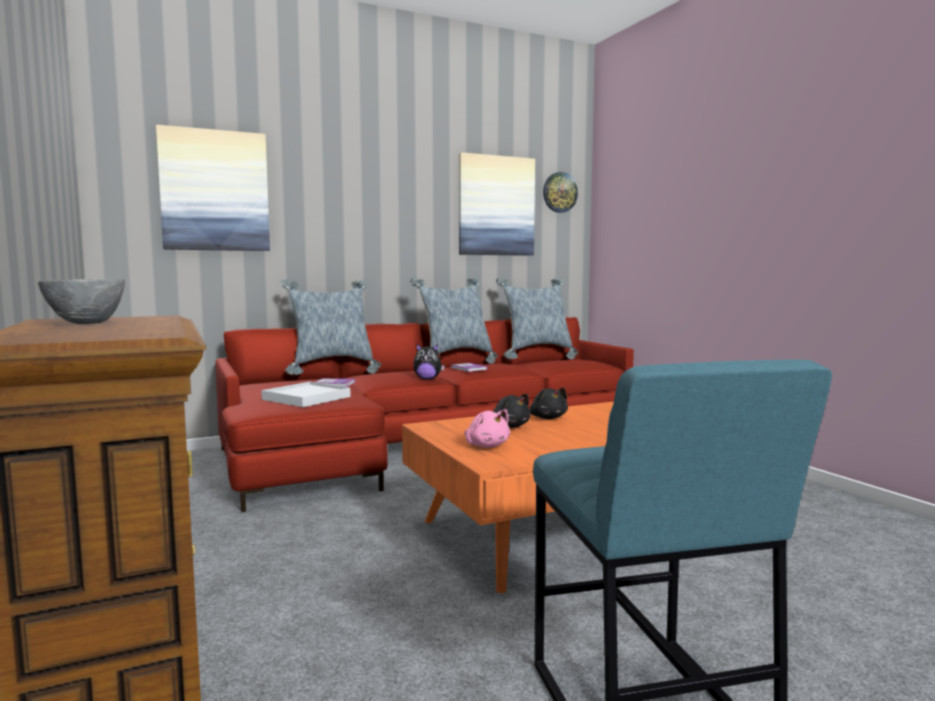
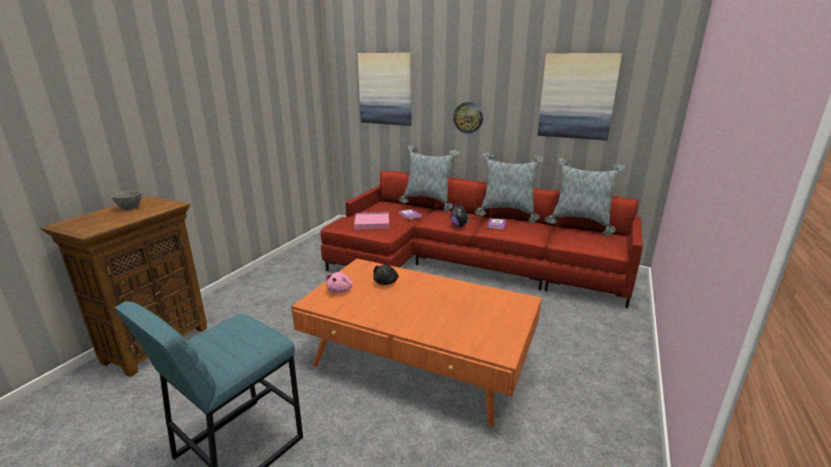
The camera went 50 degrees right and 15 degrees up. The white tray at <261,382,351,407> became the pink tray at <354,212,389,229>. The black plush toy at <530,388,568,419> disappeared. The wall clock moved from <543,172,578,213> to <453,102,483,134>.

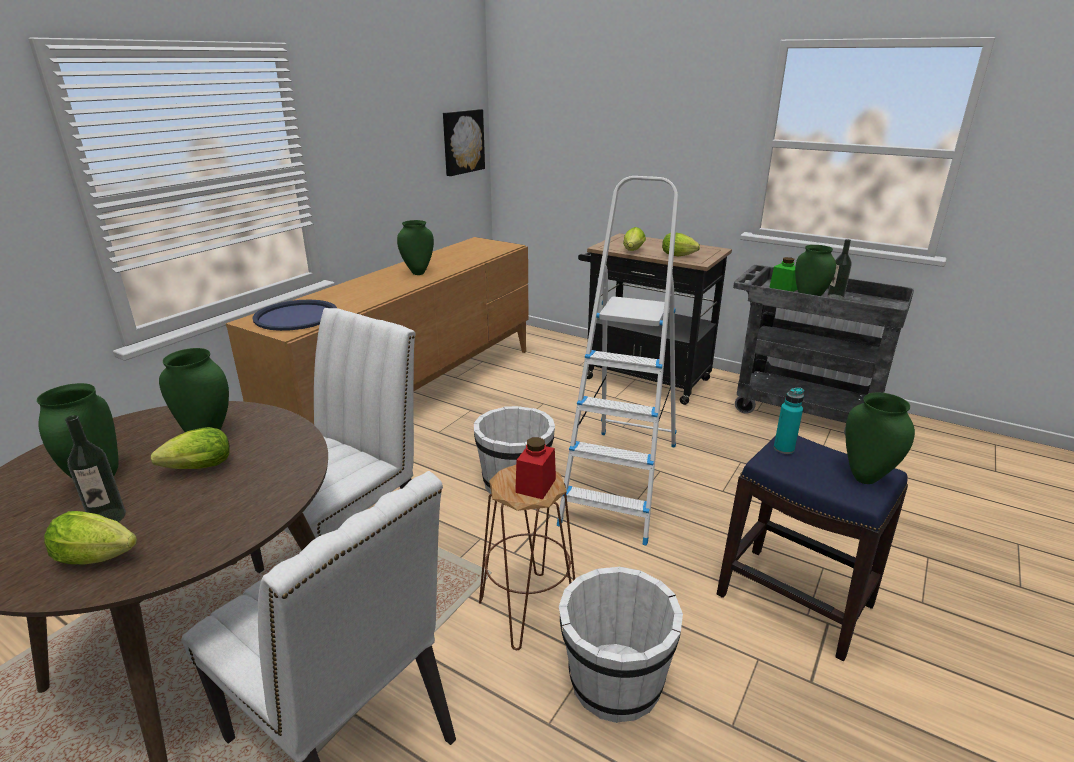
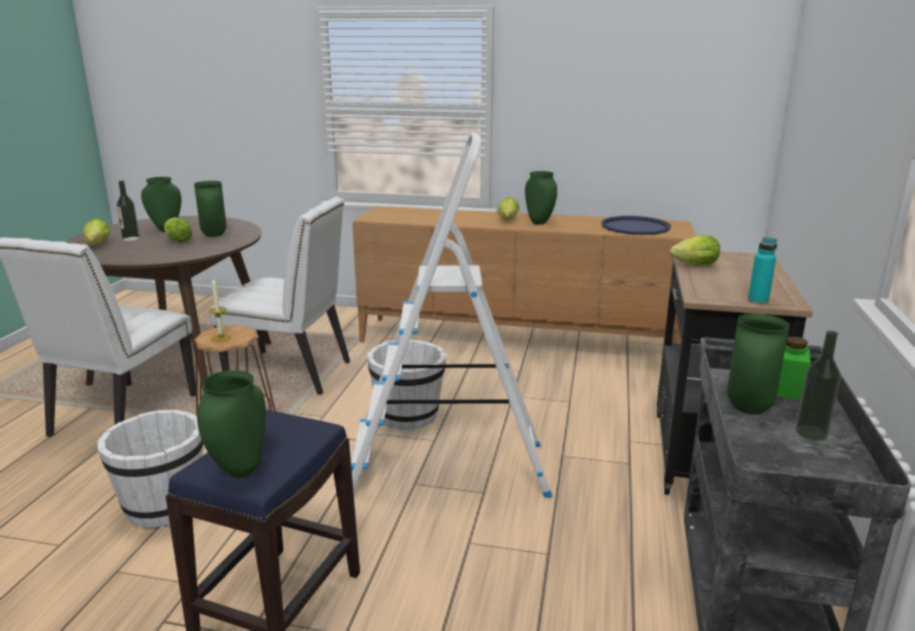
The camera went 70 degrees right and 5 degrees down. The blue tray moved from <252,300,337,331> to <601,216,671,235>. The picture at <443,109,485,176> disappeared. The red jar at <515,437,556,499> was replaced by the candle at <209,279,231,342>. The lettuce moved from <662,233,700,256> to <498,197,520,220>. The turquoise bottle moved from <774,387,804,454> to <748,237,777,304>.

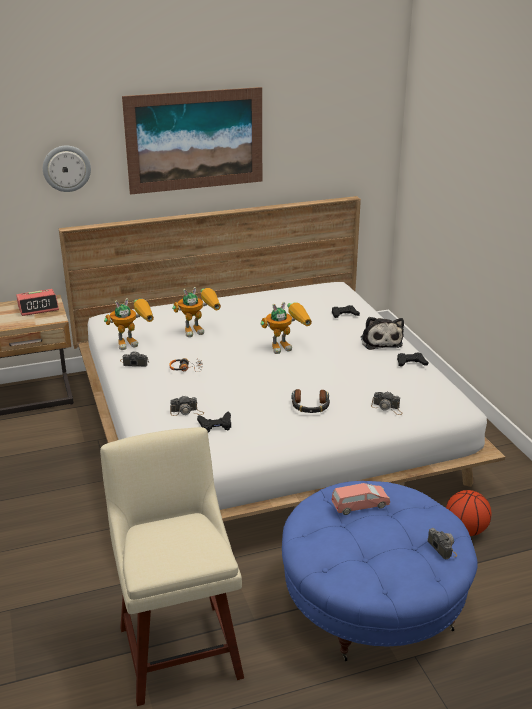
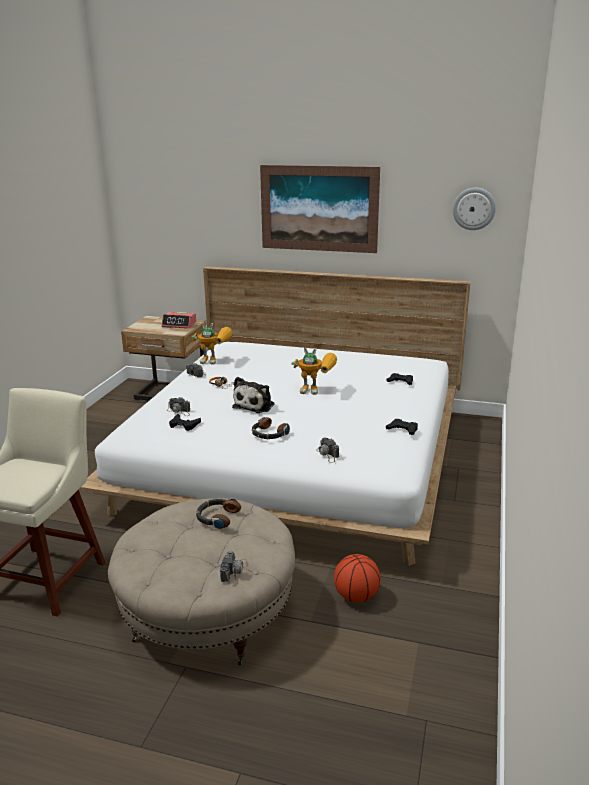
The camera went 35 degrees right and 5 degrees down. The wall clock moved from <43,146,91,192> to <453,188,496,230>. The toy robot at <172,287,221,337> disappeared. The blue ottoman at <282,481,478,661> became the beige ottoman at <108,498,295,665>. The pink toy car at <331,483,390,515> was replaced by the headphones at <196,498,241,529>. The plush toy moved from <361,317,404,350> to <232,377,275,413>.

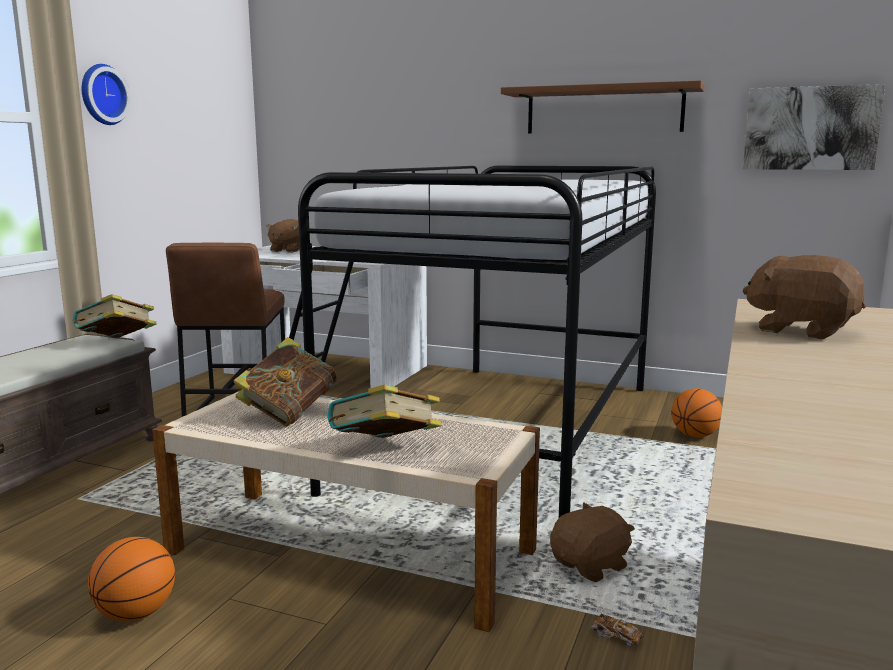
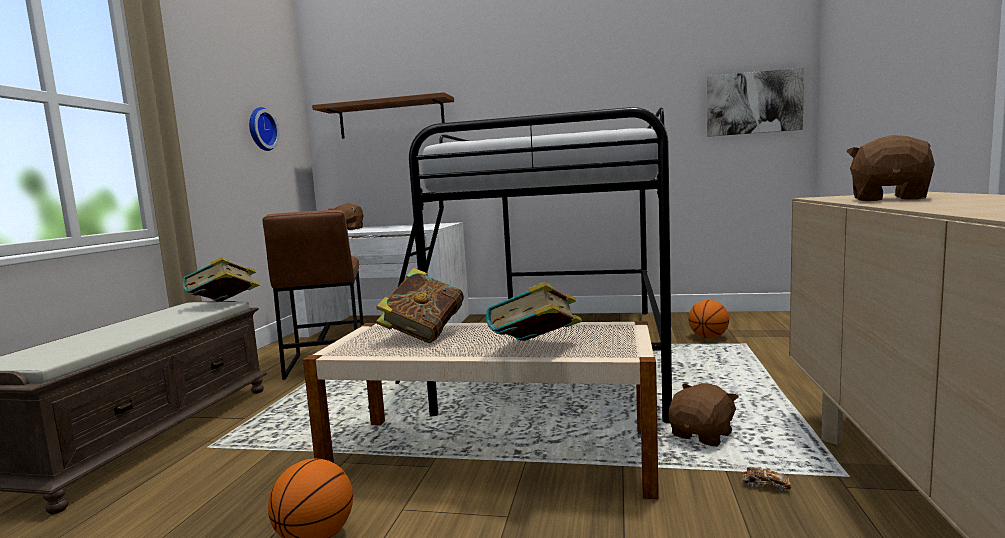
The camera went 10 degrees left and 5 degrees down. The wall clock moved from <82,64,131,125> to <249,107,280,151>. The brown shelf moved from <501,80,705,134> to <312,92,454,139>. The brown plush toy at <743,255,866,339> turned 90 degrees clockwise.

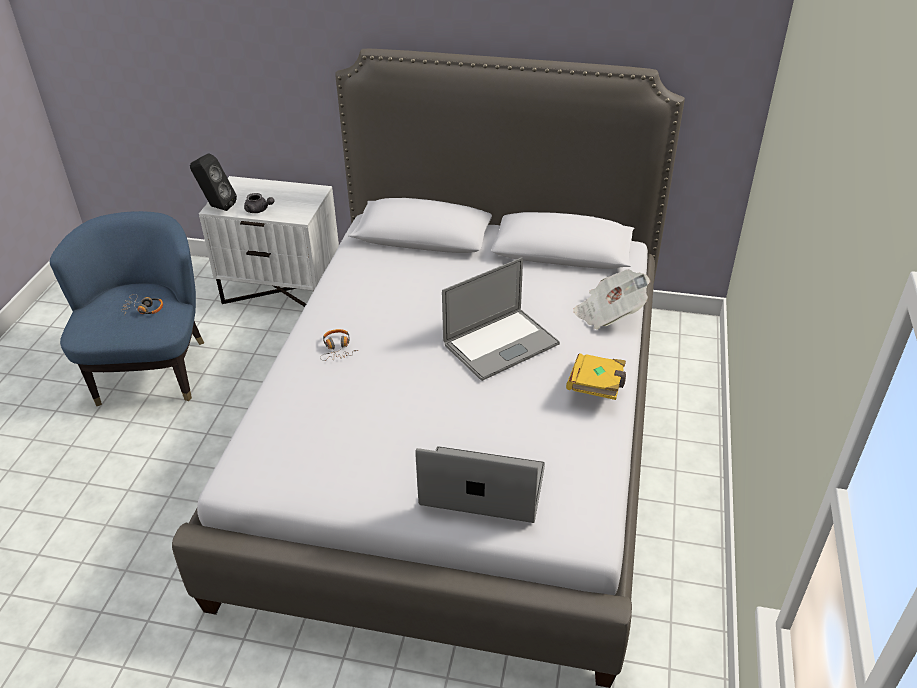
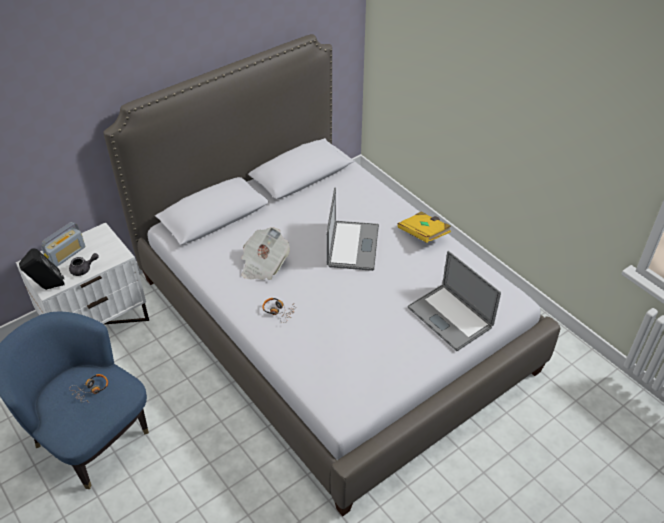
The camera went 50 degrees left and 5 degrees up. The laptop at <415,446,545,523> turned 90 degrees counterclockwise. The newspaper moved from <573,269,651,330> to <241,227,290,280>. The radio at <41,222,85,267> appeared.

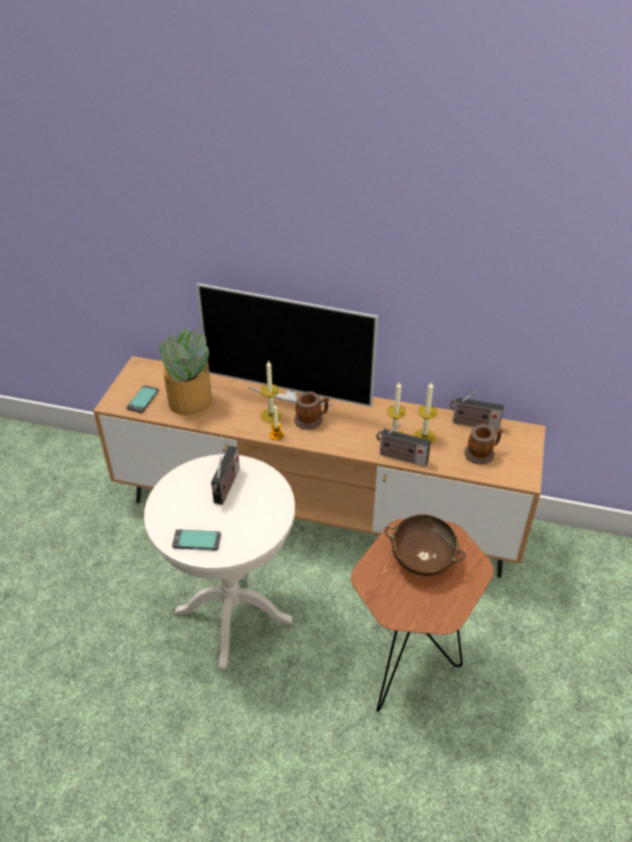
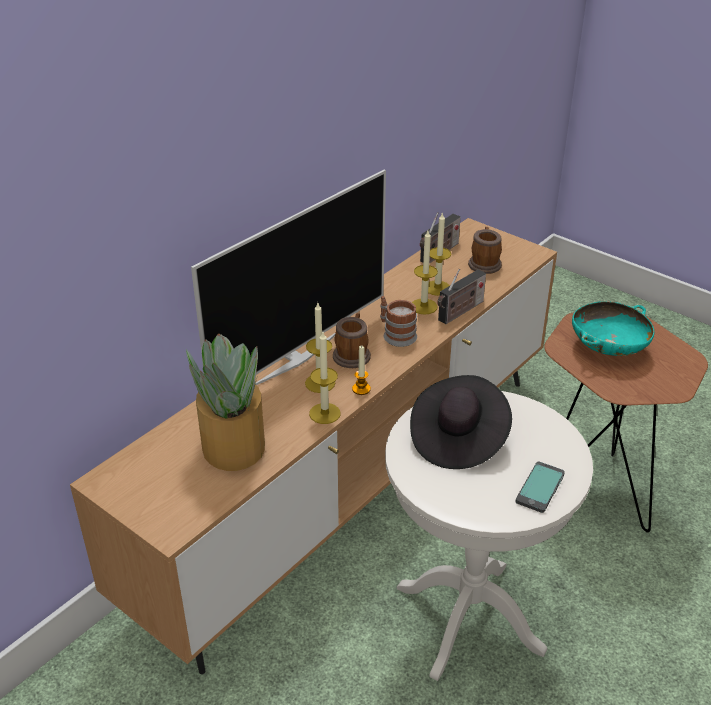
The camera went 65 degrees left and 5 degrees down. The phone at <127,385,159,413> disappeared. The radio at <211,446,240,505> was replaced by the black hat at <410,375,512,469>. The brown bowl at <385,514,466,576> became the turquoise bowl at <572,301,654,356>. The candle at <309,332,341,424> appeared. The mug at <380,296,417,347> appeared.

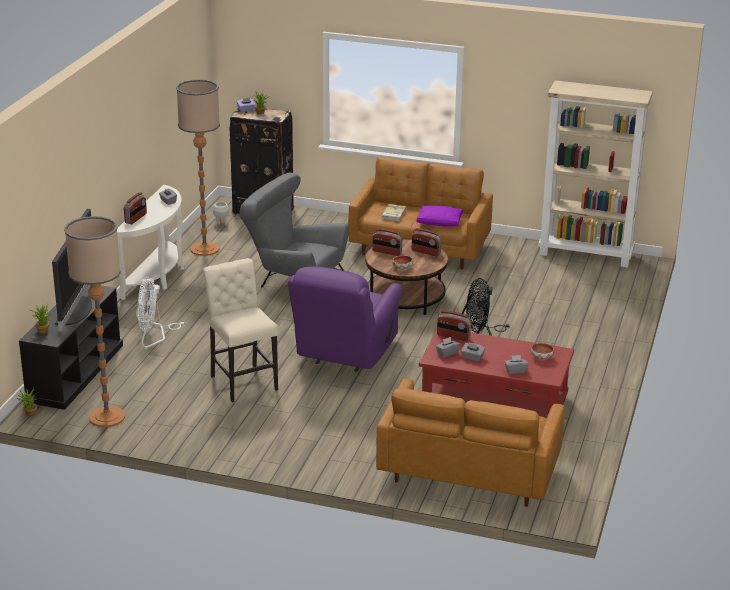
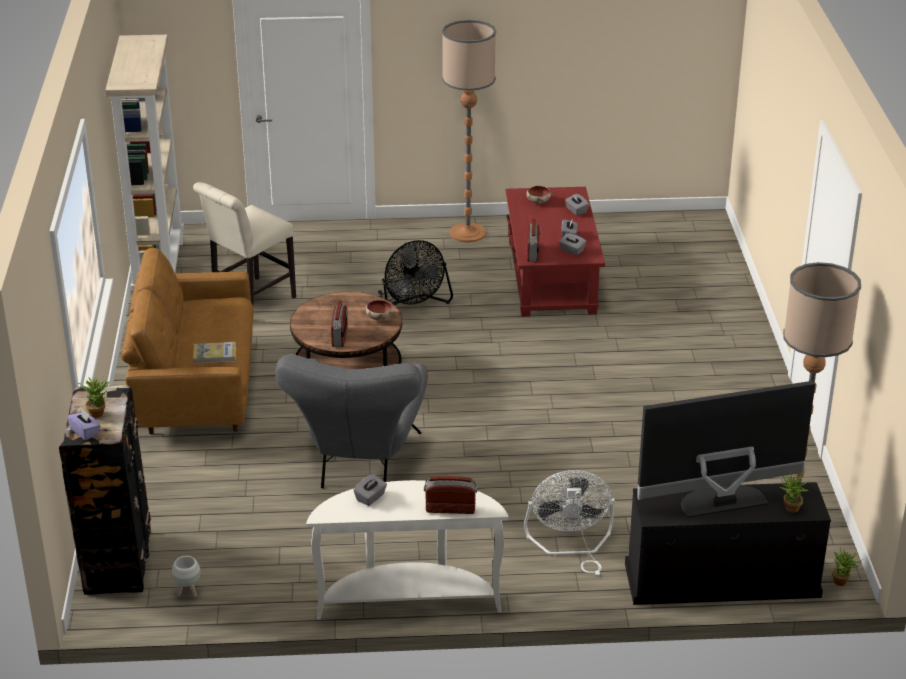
The camera went 110 degrees left and 5 degrees up. The white fan at <136,277,185,350> turned 150 degrees counterclockwise. The floor lamp moved from <176,79,220,256> to <442,20,496,243>. The beige stool moved from <203,258,278,402> to <193,182,296,305>. The purple armchair at <288,267,403,372> disappeared. The brown sofa at <376,378,565,507> disappeared. The radio at <412,228,442,256> disappeared. The purple pillow at <417,205,463,226> disappeared.

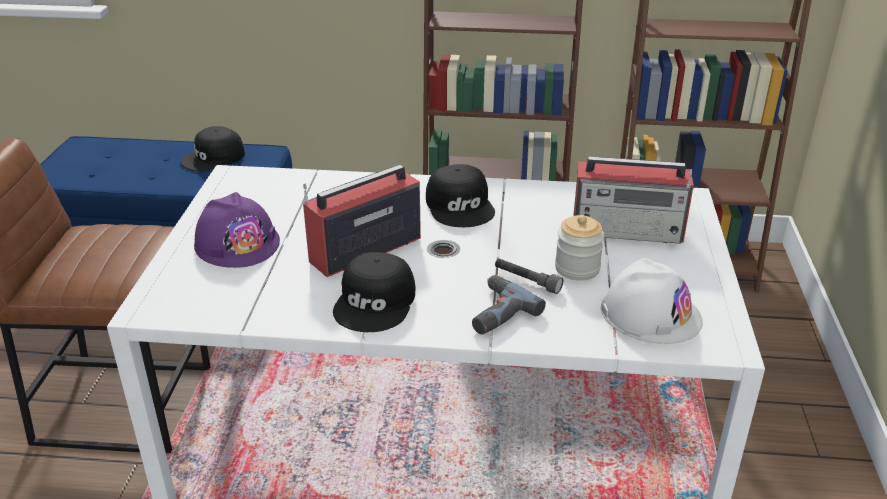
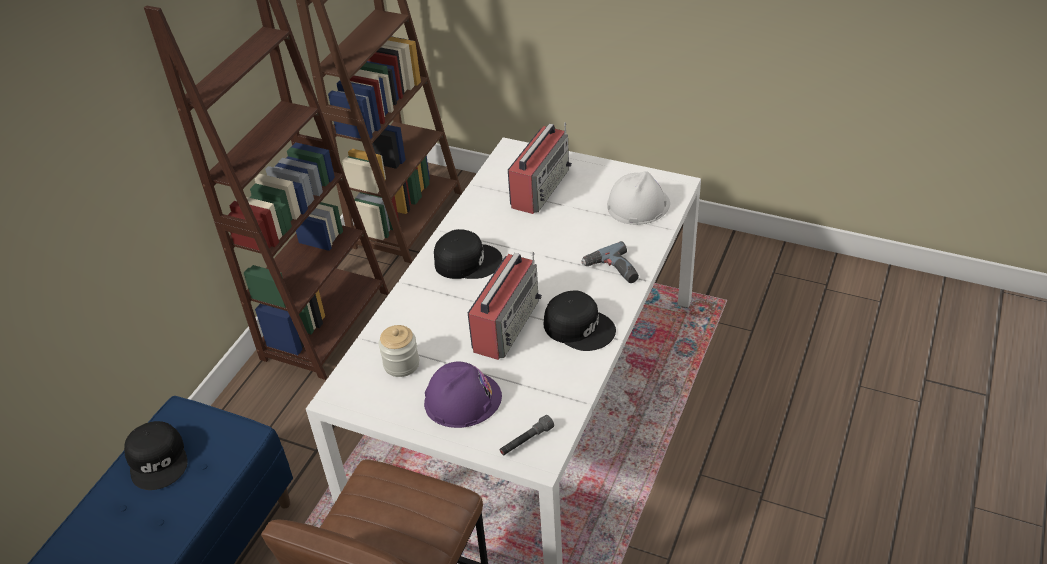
The camera went 70 degrees left and 10 degrees up. The radio at <303,165,421,277> turned 135 degrees counterclockwise. The grey flashlight moved from <495,258,563,294> to <500,415,554,455>. The jar moved from <555,215,604,281> to <379,325,419,377>.

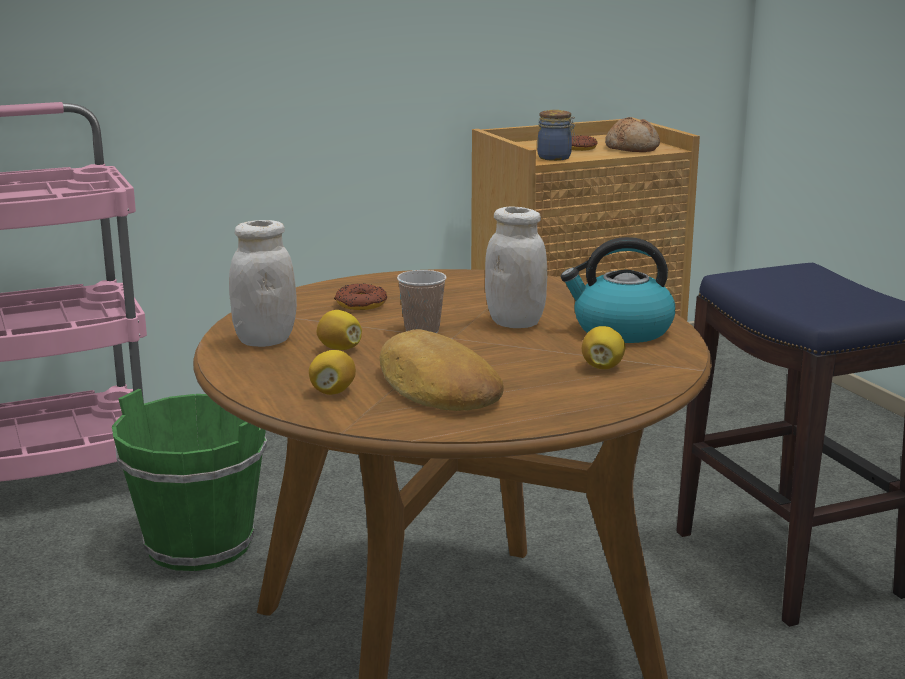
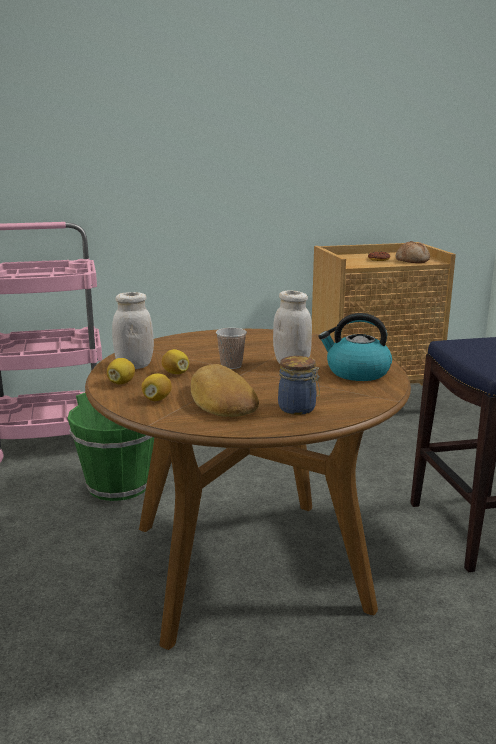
The camera went 10 degrees right and 0 degrees up. The donut at <334,283,387,310> disappeared. The jar moved from <537,110,576,161> to <278,356,320,415>. The lemon moved from <582,326,625,369> to <107,358,135,384>.

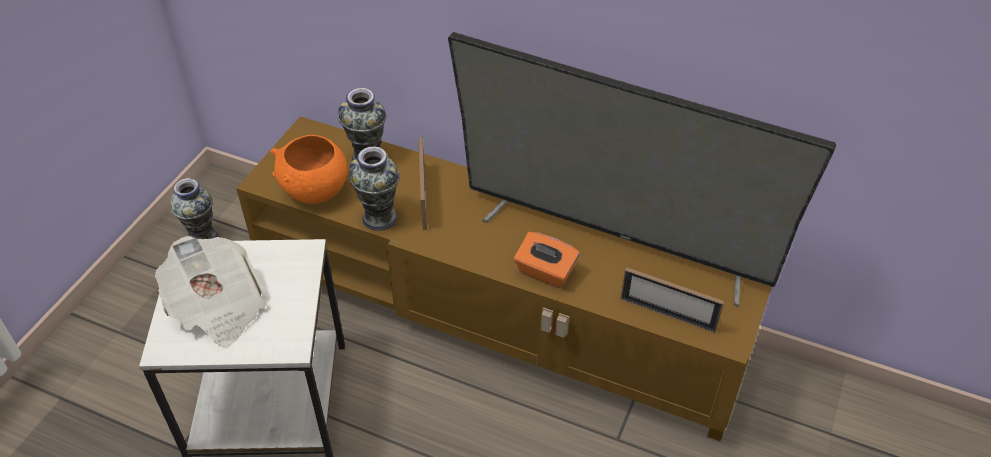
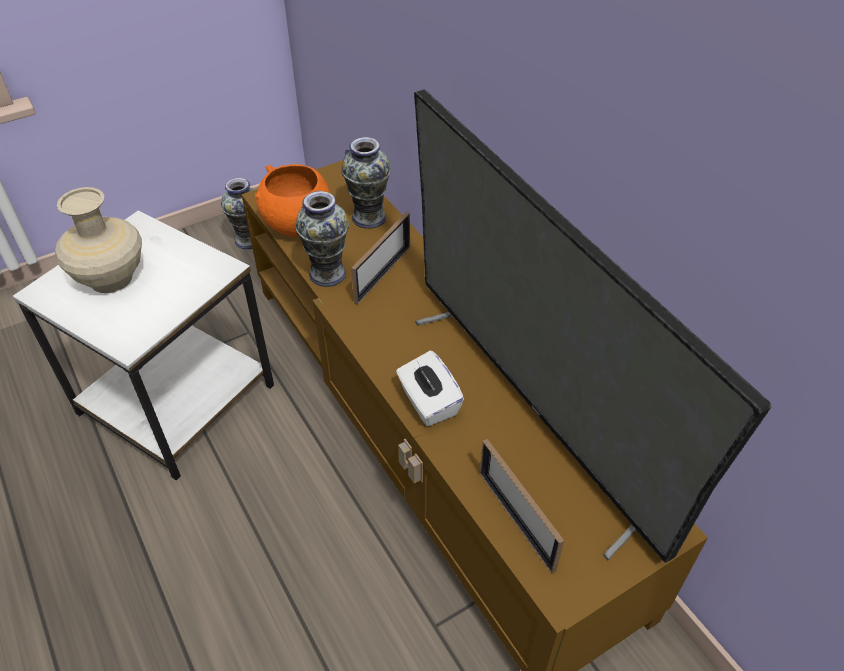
The camera went 35 degrees right and 0 degrees up. The newspaper at <155,236,267,347> was replaced by the beige vase at <55,187,142,293>. The orange tissue box at <514,232,580,288> became the white tissue box at <396,351,464,427>.

